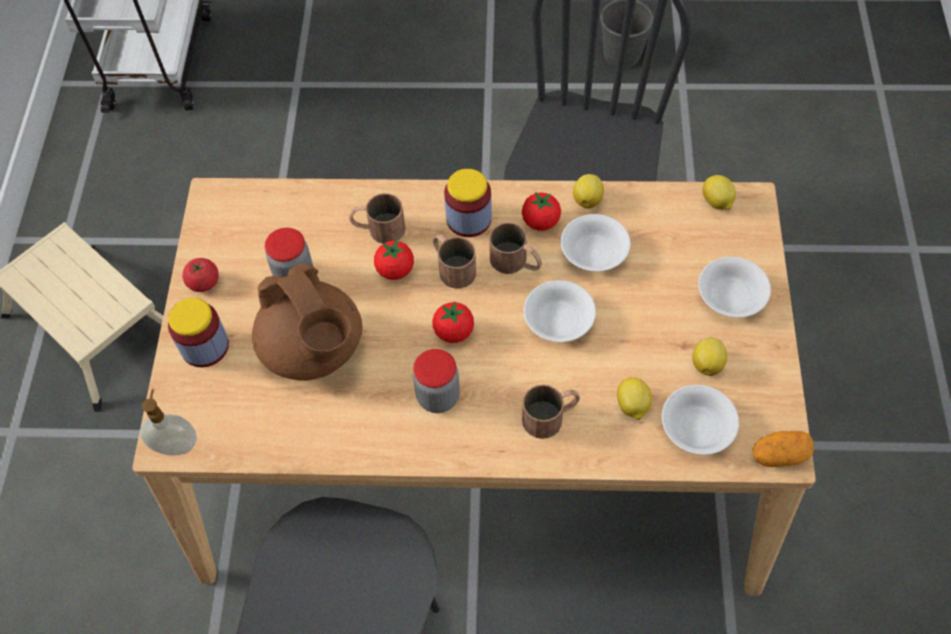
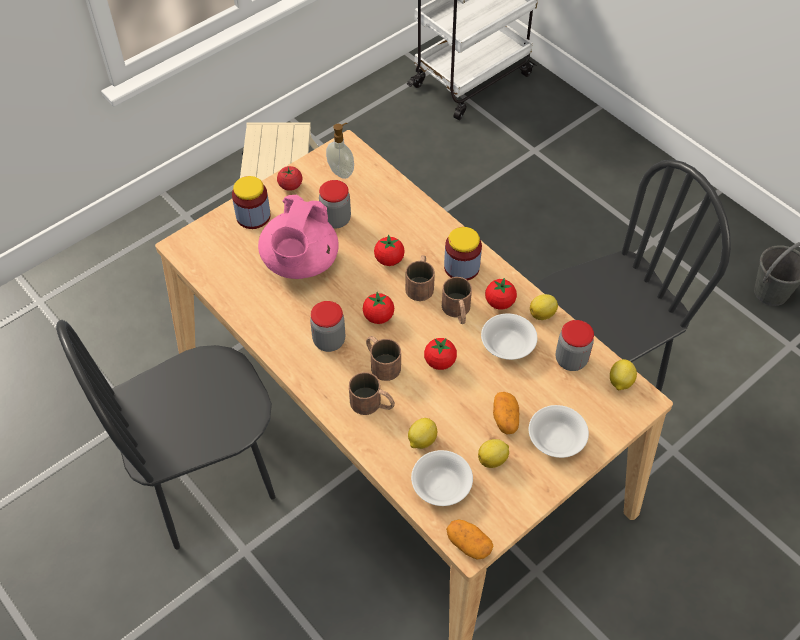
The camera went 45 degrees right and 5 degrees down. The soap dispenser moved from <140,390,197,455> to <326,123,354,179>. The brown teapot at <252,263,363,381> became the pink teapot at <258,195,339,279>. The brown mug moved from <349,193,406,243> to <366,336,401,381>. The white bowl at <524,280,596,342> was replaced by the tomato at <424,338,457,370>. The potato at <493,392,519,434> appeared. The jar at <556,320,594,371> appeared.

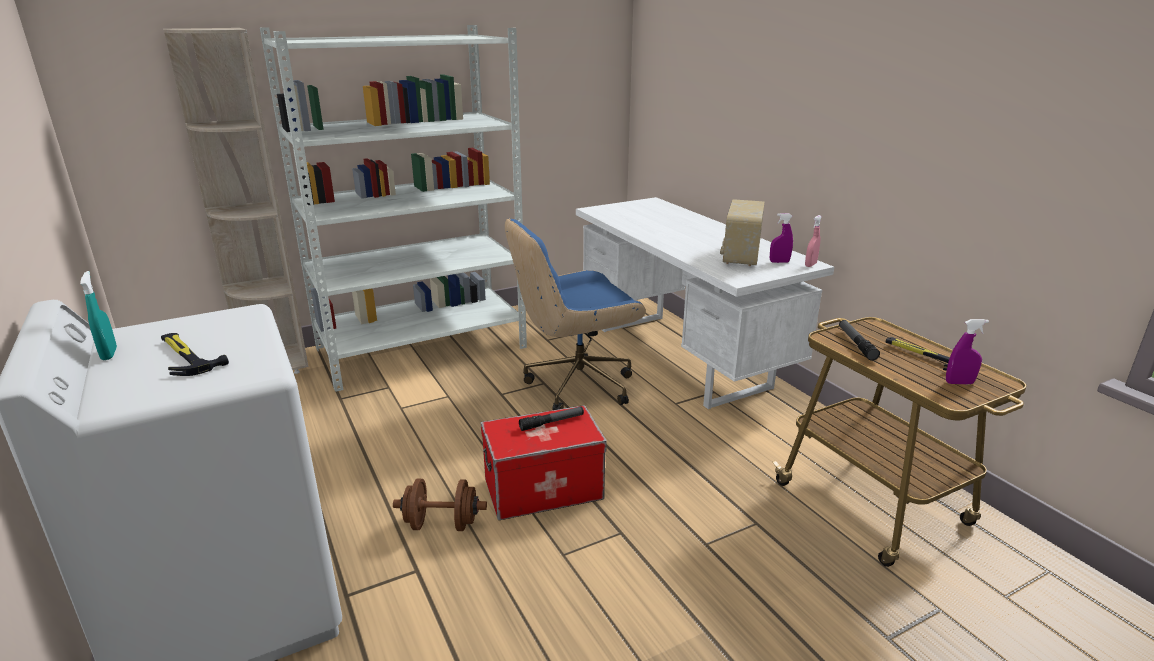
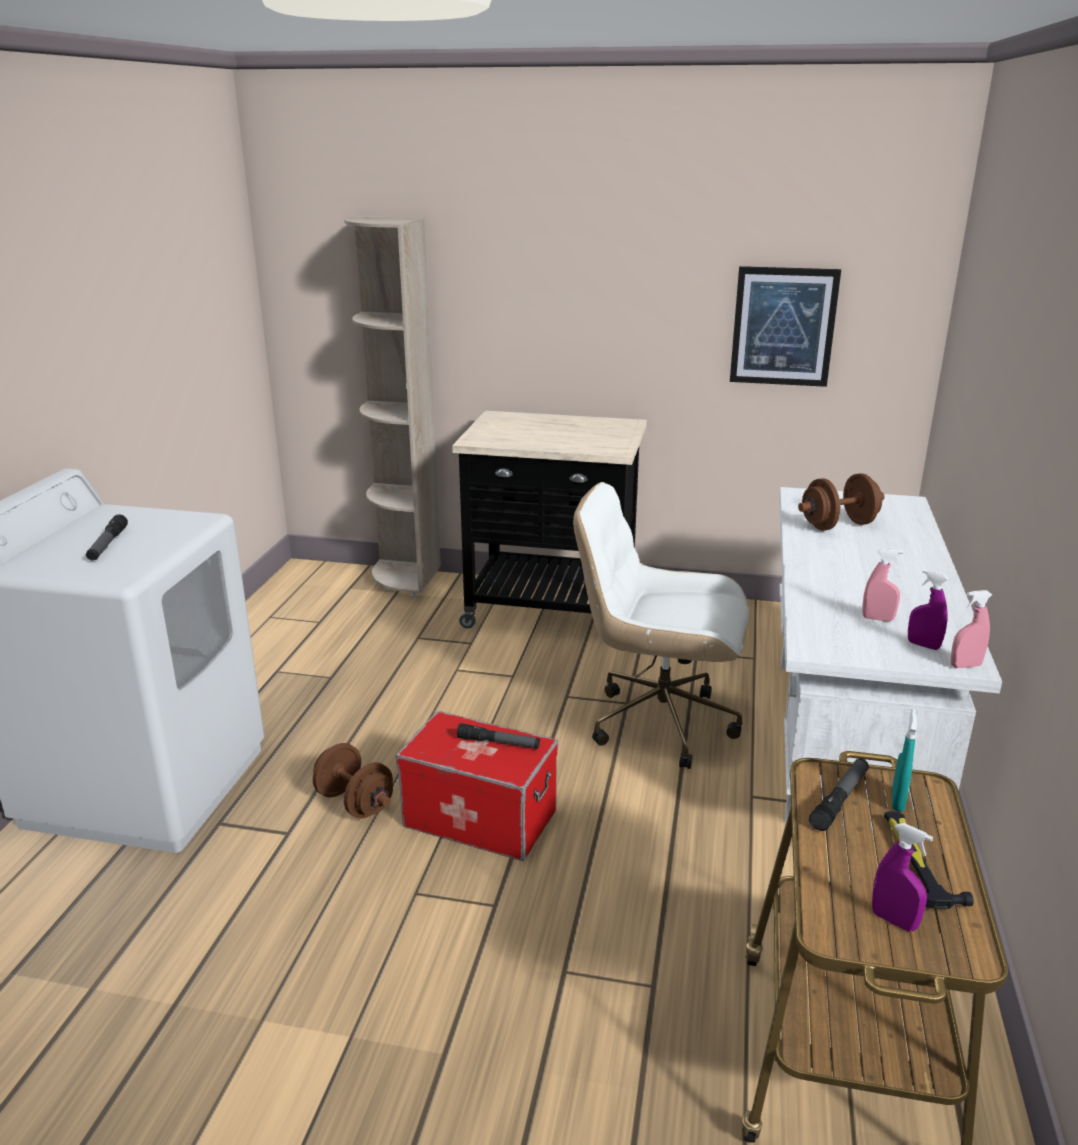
The camera went 40 degrees right and 0 degrees up. The turquoise spray bottle moved from <80,271,117,360> to <892,709,917,812>. The hammer at <161,333,229,376> was replaced by the flashlight at <86,514,128,561>. The white bookcase at <260,25,527,392> was replaced by the black cart at <452,411,647,629>. The blue office chair at <505,218,646,410> became the white office chair at <573,482,749,769>. The radio at <720,199,765,266> was replaced by the pink spray bottle at <862,548,903,621>. The picture at <730,266,841,387> appeared. The brown dumbbell at <798,473,885,530> appeared.

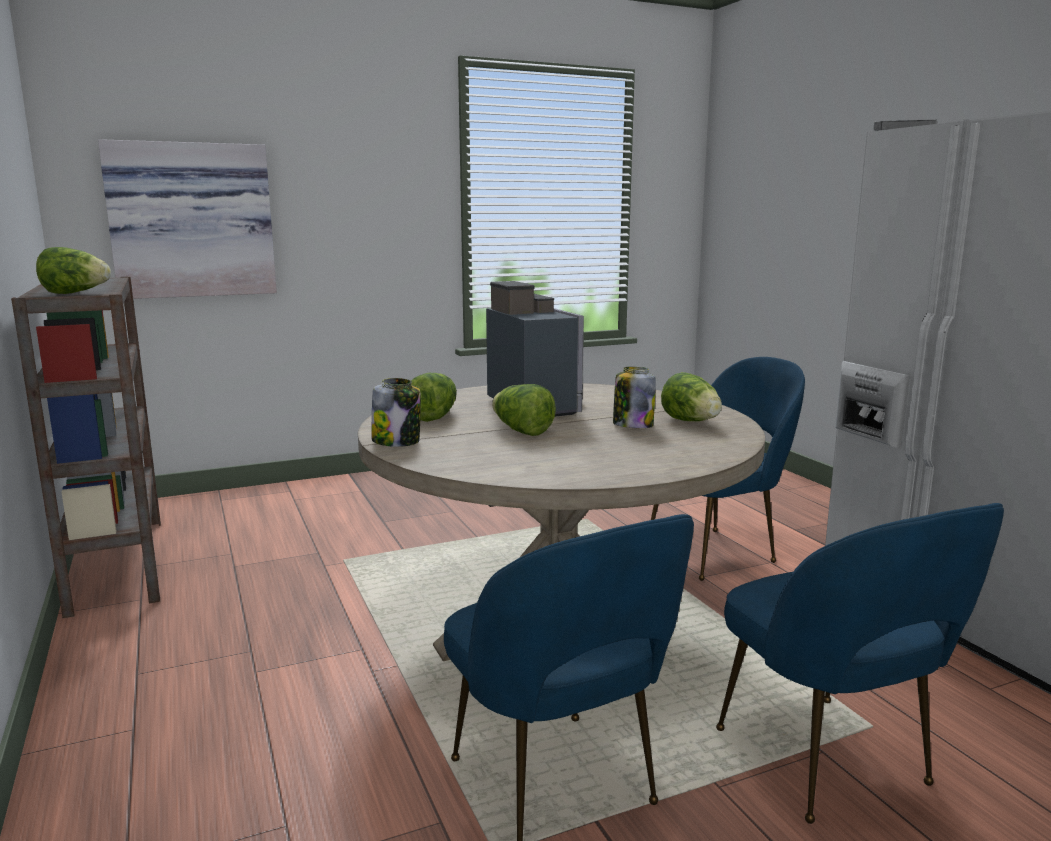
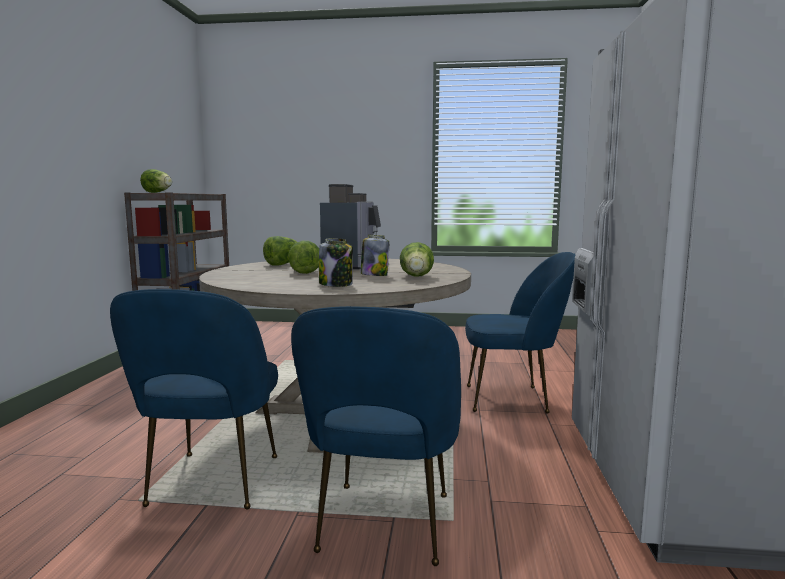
The camera went 30 degrees right and 5 degrees down. The picture at <98,139,277,299> disappeared. The jar moved from <372,378,421,447> to <319,238,353,287>.

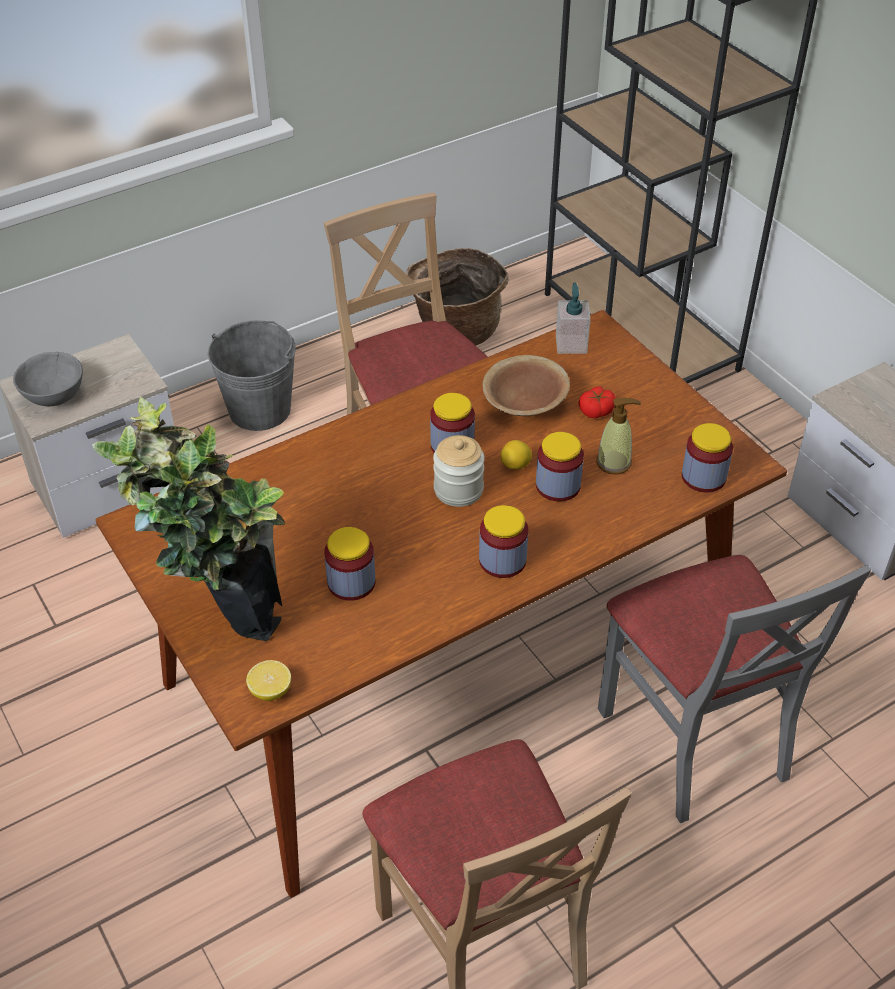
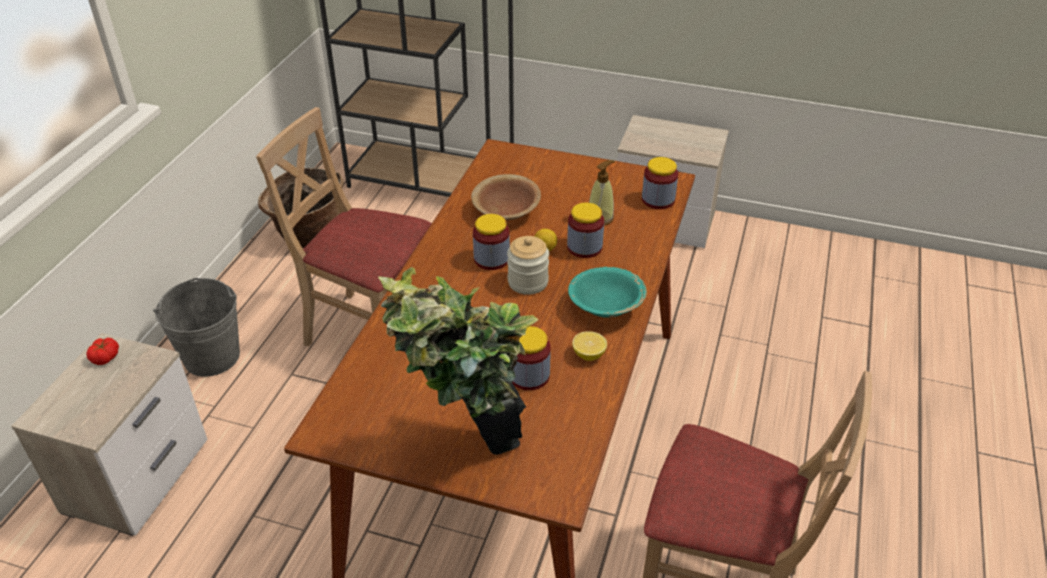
The camera went 40 degrees left and 5 degrees down. The grey bowl at <13,352,83,406> disappeared. The lemon moved from <246,660,291,701> to <572,331,607,361>. The jar at <479,505,528,578> was replaced by the turquoise bowl at <568,267,647,318>. The soap dispenser at <556,283,591,354> disappeared. The tomato moved from <578,387,616,418> to <86,337,119,365>. The grey chair at <598,555,871,823> disappeared.

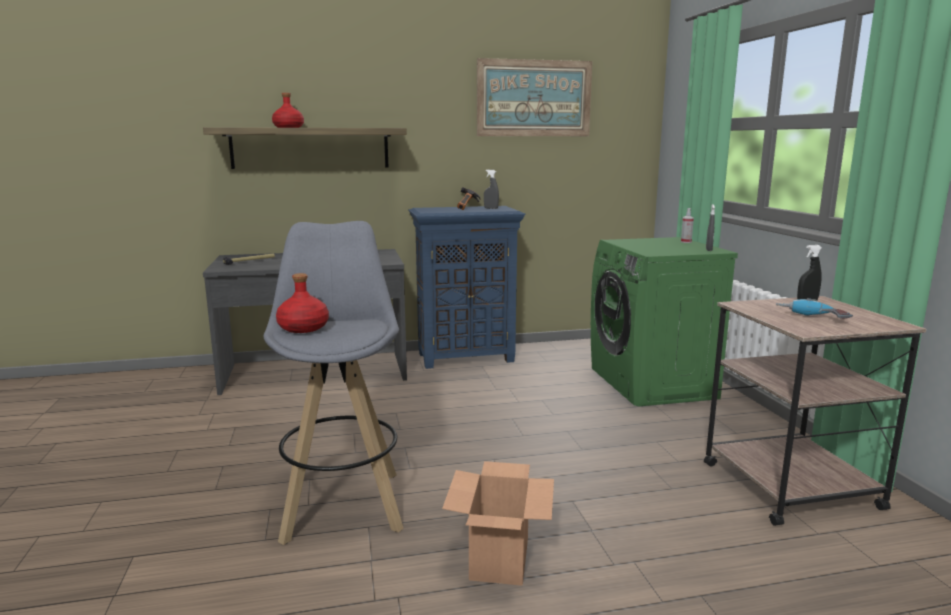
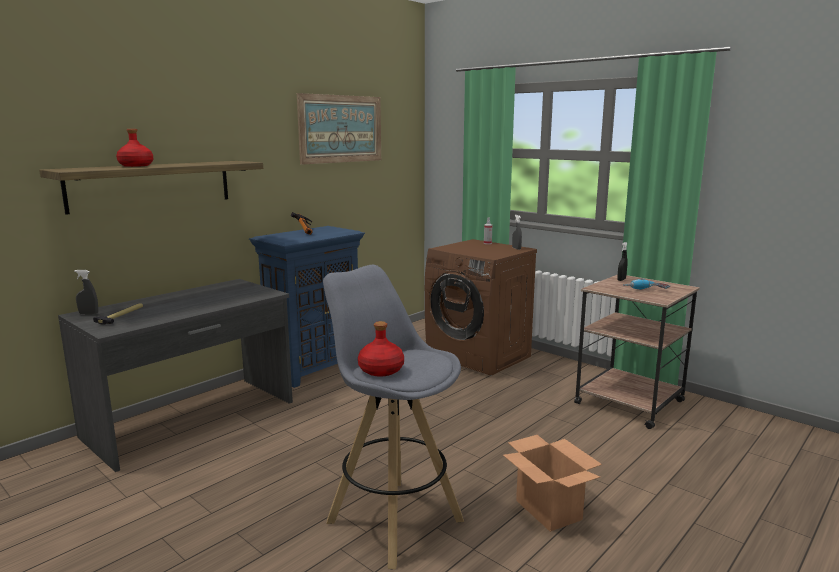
The camera went 35 degrees left and 0 degrees up. The grey spray bottle moved from <484,170,499,209> to <74,270,98,315>. The green washing machine at <591,237,738,407> became the brown washing machine at <425,239,537,376>.

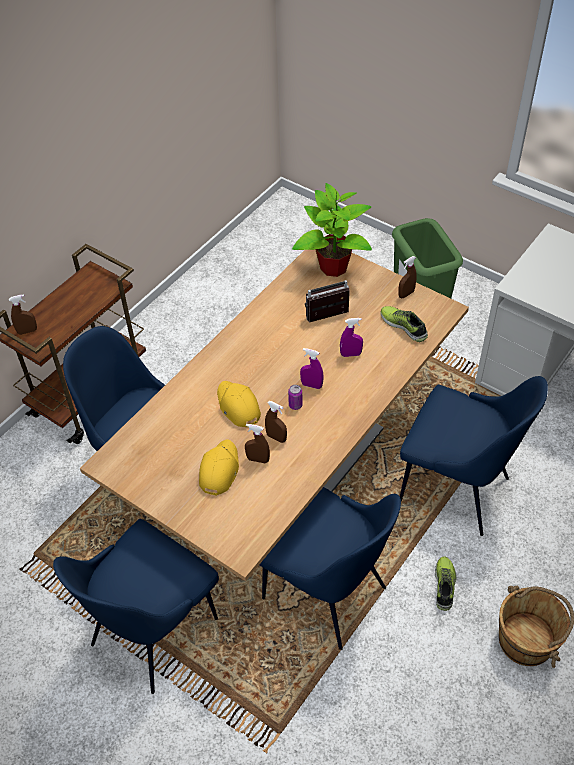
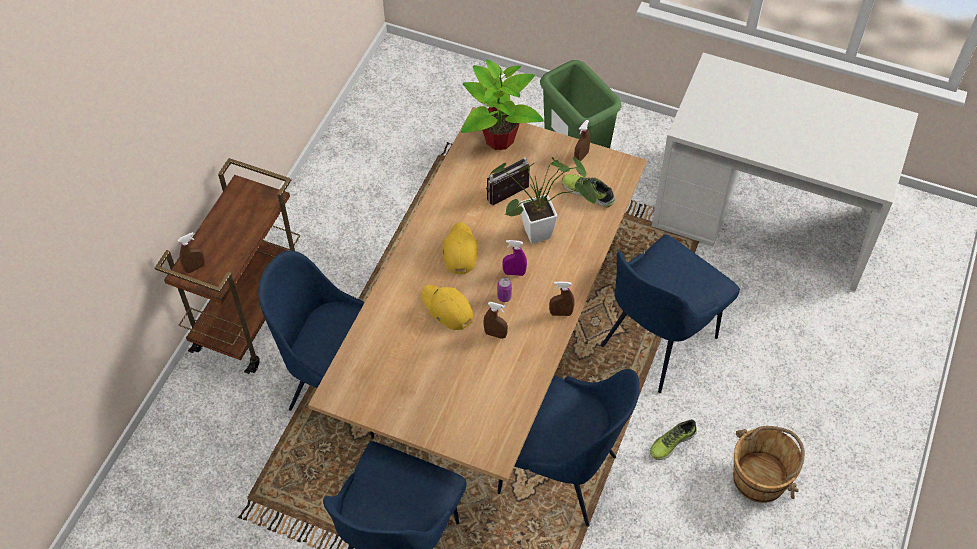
The camera went 15 degrees left and 5 degrees up. The yellow cap moved from <199,439,239,496> to <442,222,478,274>. The brown spray bottle moved from <245,424,270,463> to <549,282,574,316>. The purple spray bottle at <340,318,363,357> was replaced by the potted plant at <489,156,597,244>. The blue chair at <400,376,548,536> turned 120 degrees clockwise. The shoe at <435,556,457,611> turned 120 degrees counterclockwise.

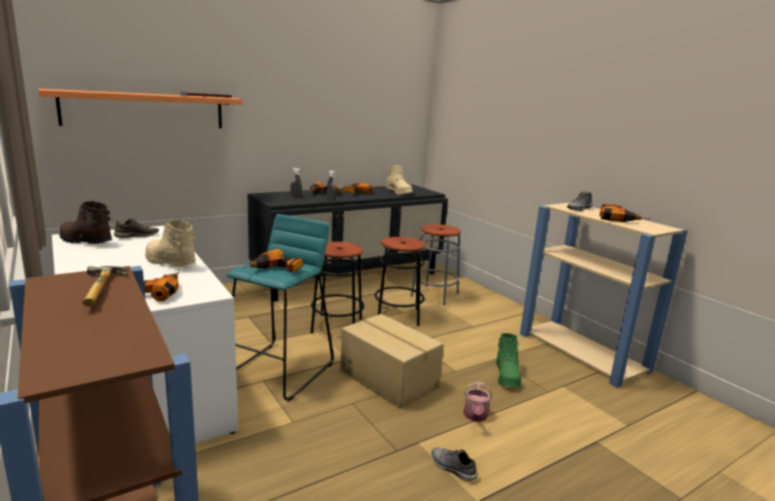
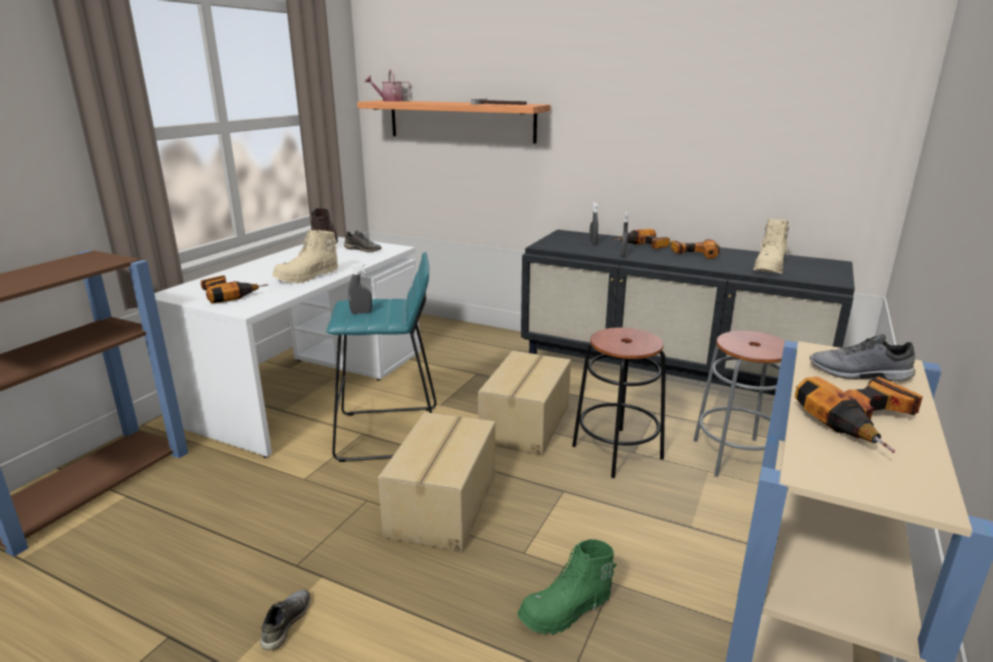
The camera went 60 degrees right and 5 degrees up. The hammer at <82,266,128,306> disappeared. The beige boot at <145,220,196,268> turned 135 degrees counterclockwise. The power drill at <243,249,303,272> was replaced by the grey spray bottle at <348,263,372,314>. The black stool at <311,242,364,333> was replaced by the cardboard box at <478,351,571,455>. The watering can moved from <463,382,492,422> to <365,70,411,102>.

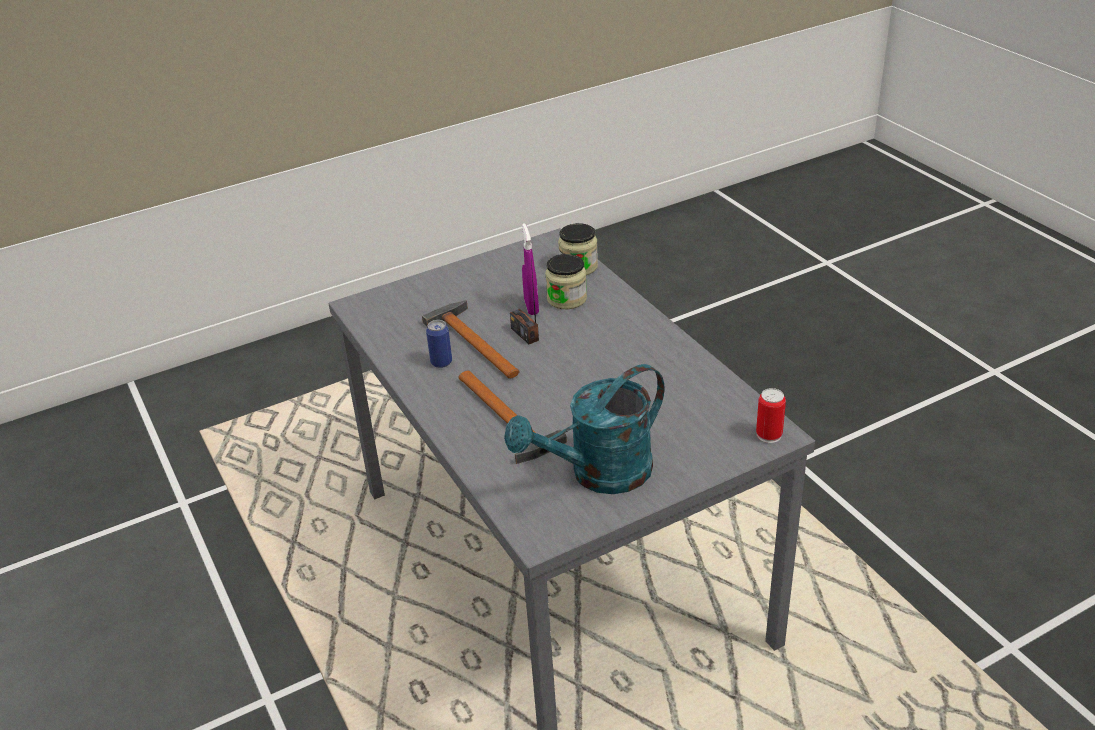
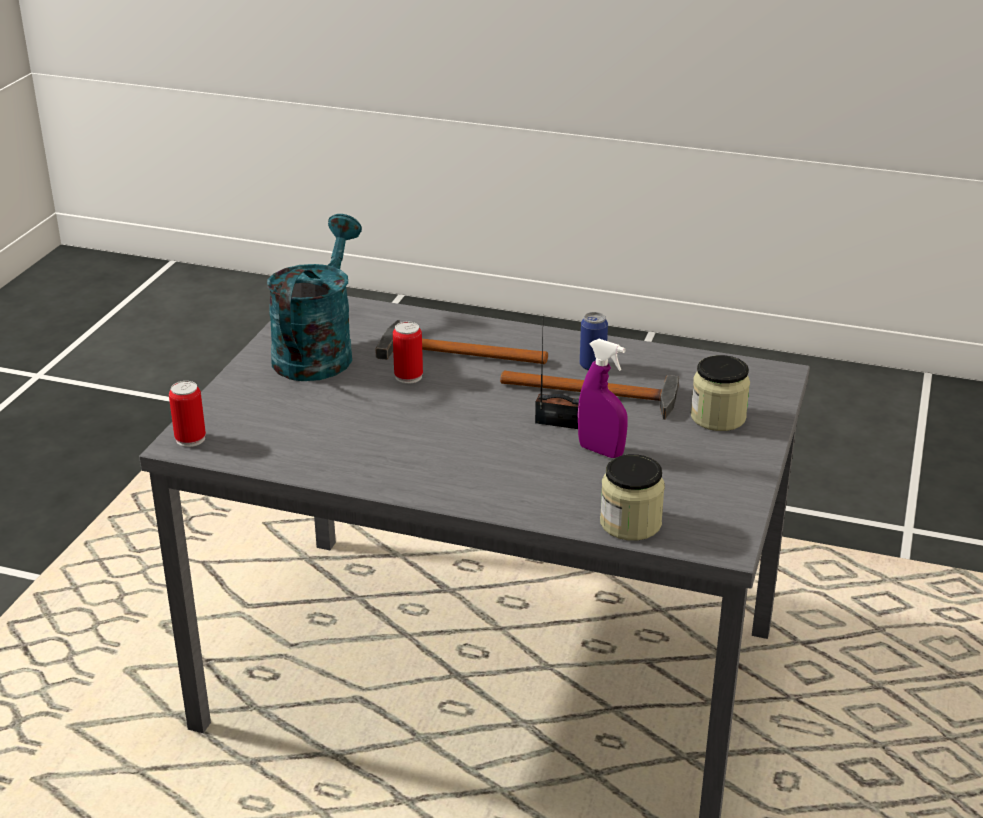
The camera went 135 degrees right and 5 degrees down. The jar moved from <545,254,587,309> to <691,355,750,431>. The can at <393,322,423,384> appeared.

